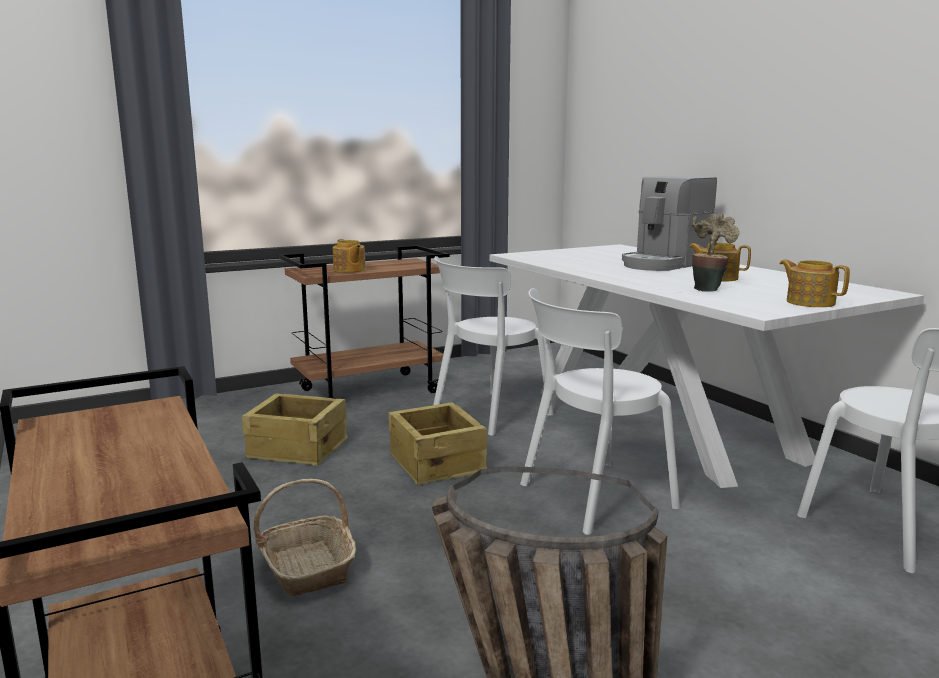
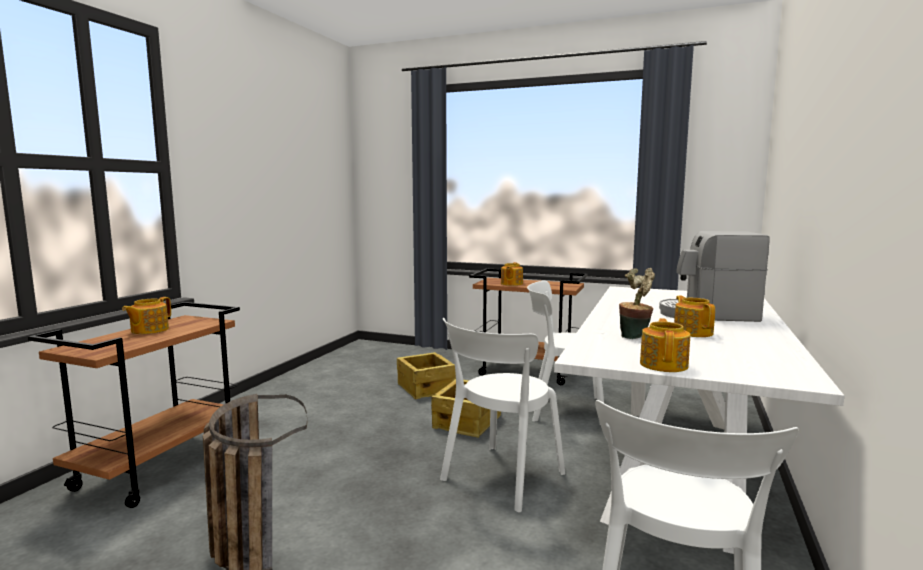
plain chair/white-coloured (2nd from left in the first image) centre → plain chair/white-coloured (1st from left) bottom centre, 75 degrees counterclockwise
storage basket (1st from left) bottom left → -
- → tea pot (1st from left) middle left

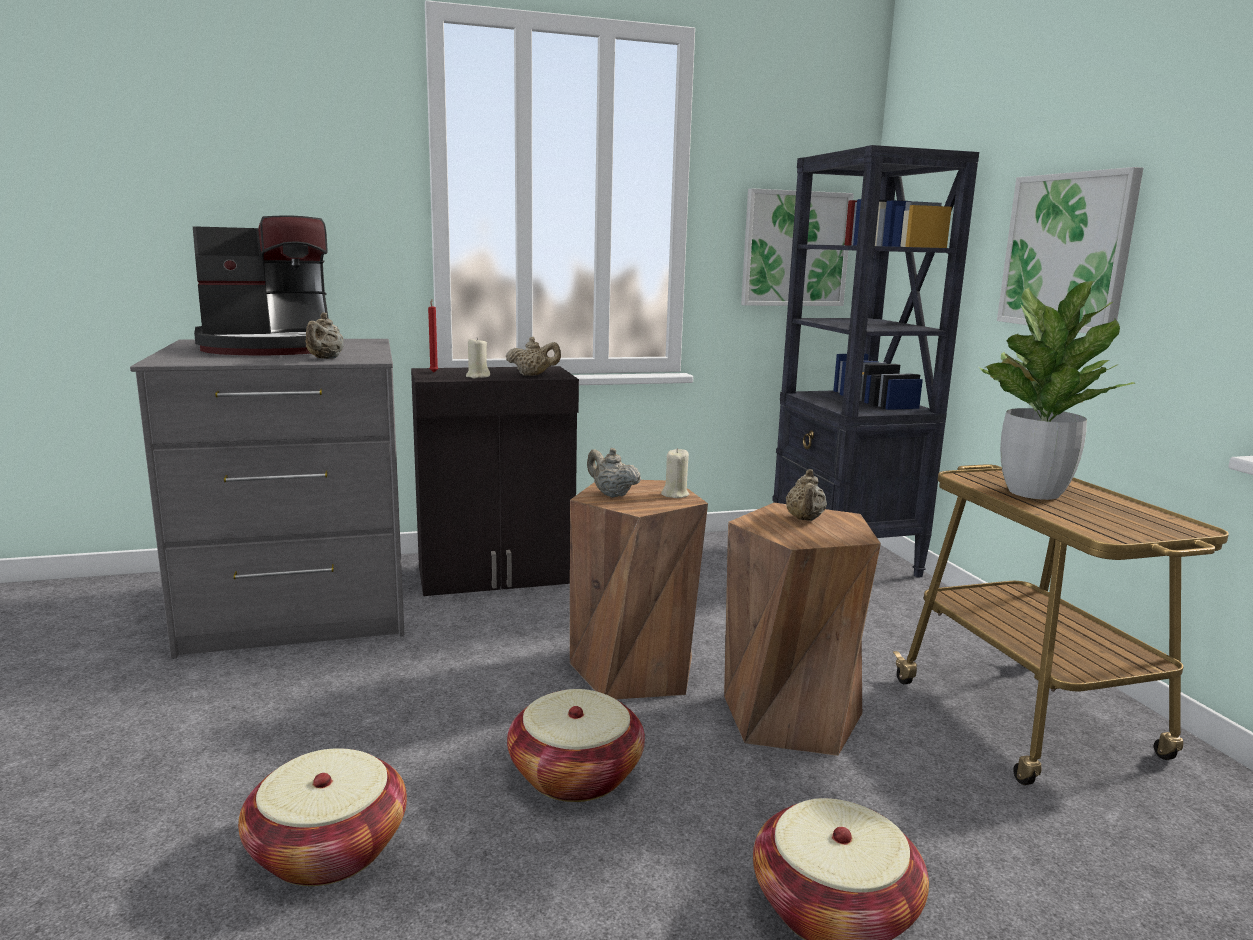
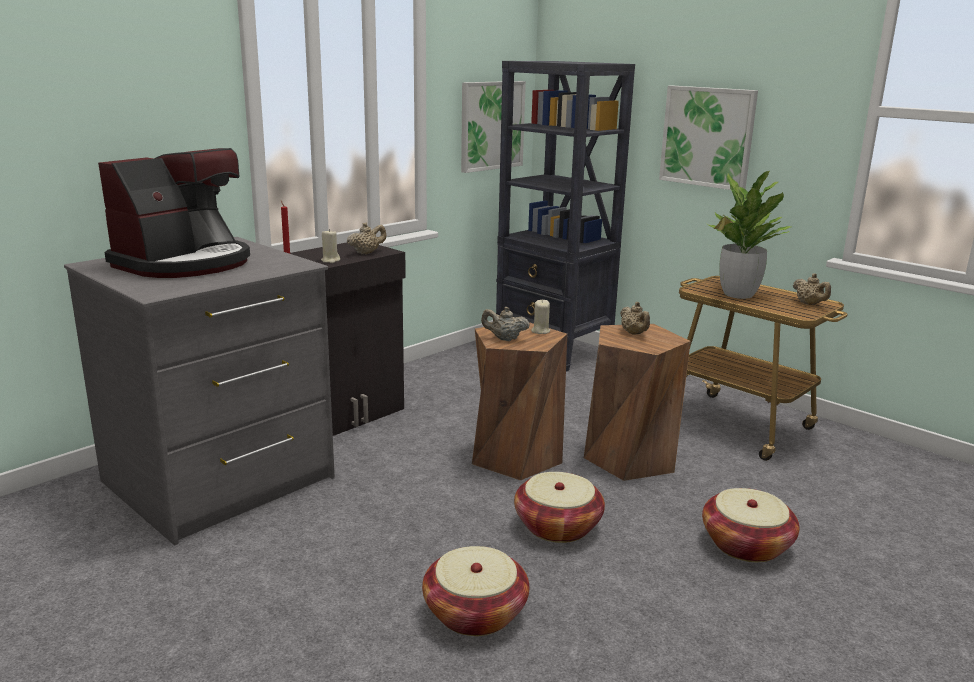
tea pot/beige (1st from left in the first image) middle left → tea pot/beige (4th from left) middle right, moved

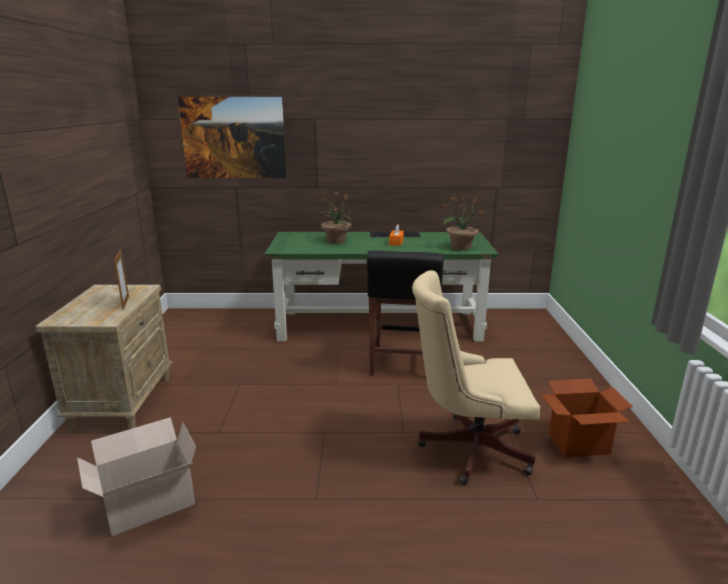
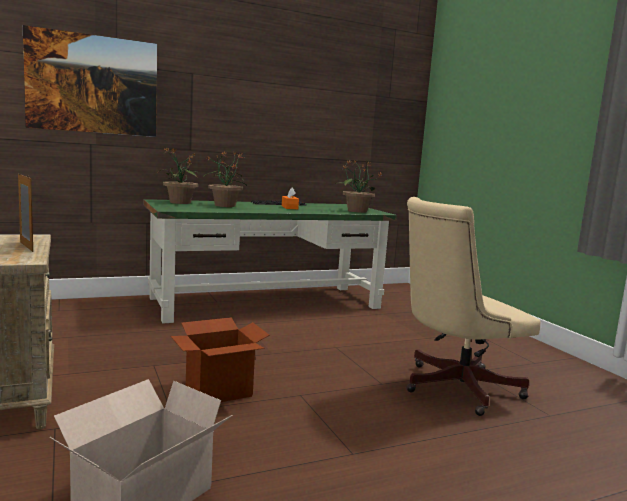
stool/black-coloured centre → -
cardboard box (2nd from left) bottom right → cardboard box (2nd from left) bottom centre, moved
- → potted plant (1st from left) middle left

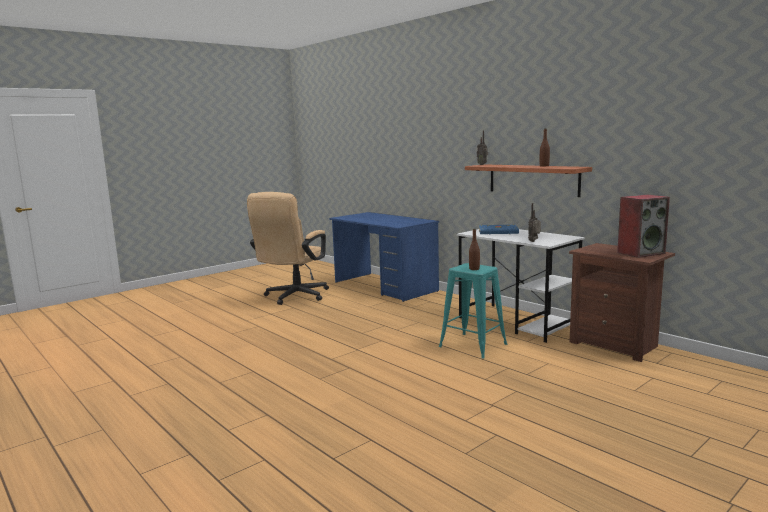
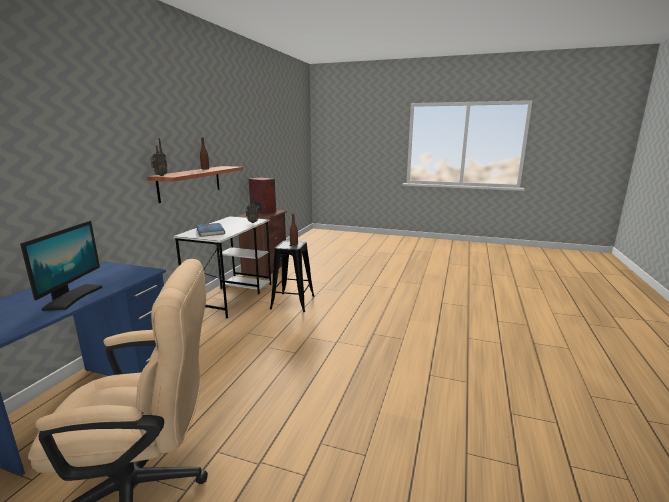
stool/turquoise-coloured centre → stool/black-coloured centre
- → monitor middle left

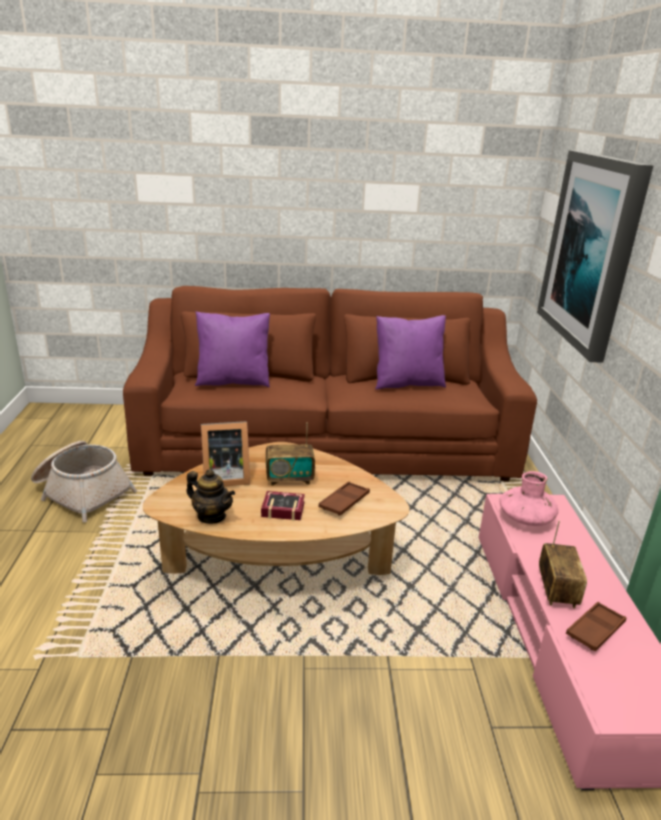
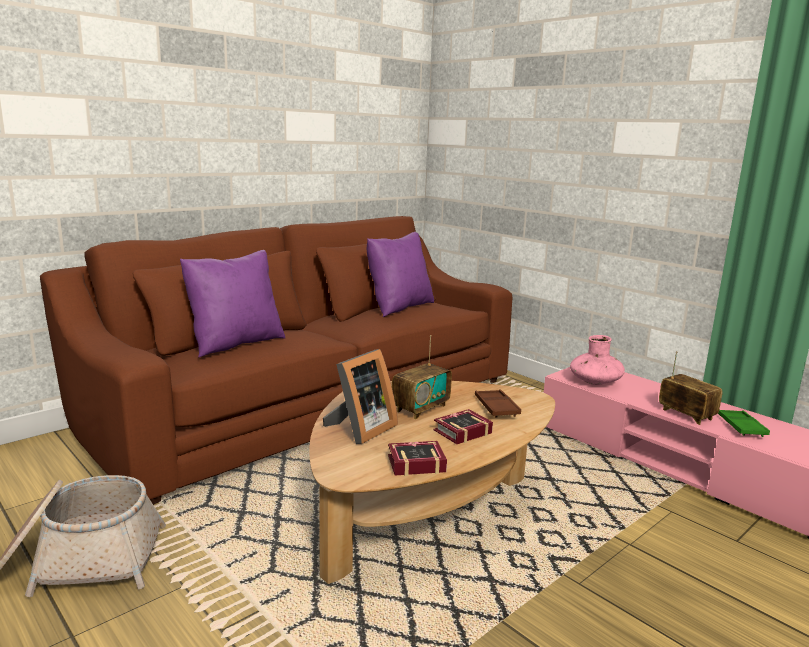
wall art top right → -
tea pot middle left → volume (1st from left) bottom centre
tray/brownish (2nd from left) bottom right → tray/green-coloured middle right

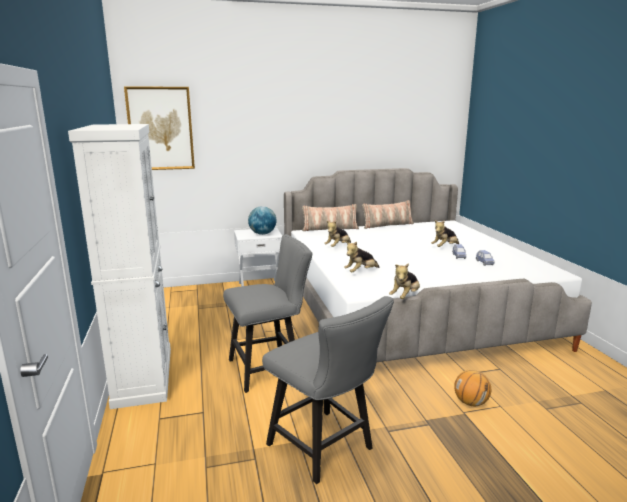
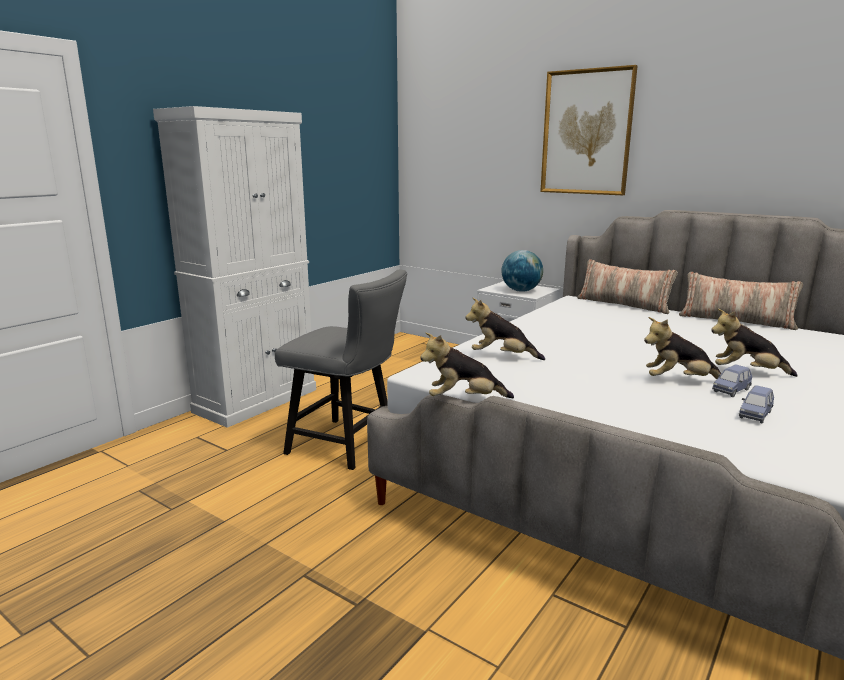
wall art top left → wall art top right, moved
cuddly toy (1st from left in the first image) centre → cuddly toy (3rd from left) middle right, moved
plain chair/greyish (2nd from left) bottom centre → -
basketball bottom right → -

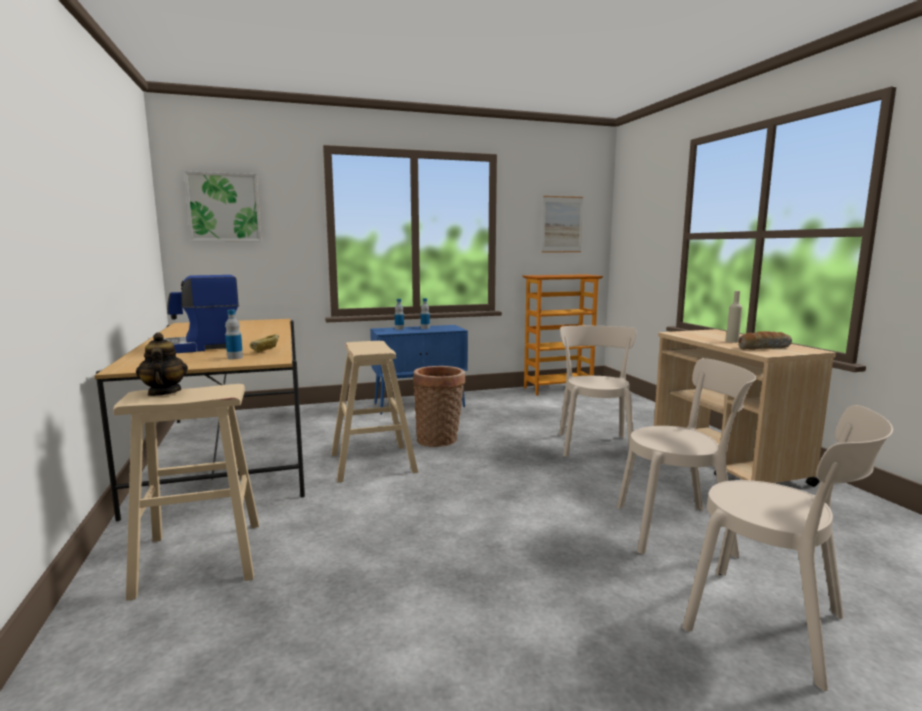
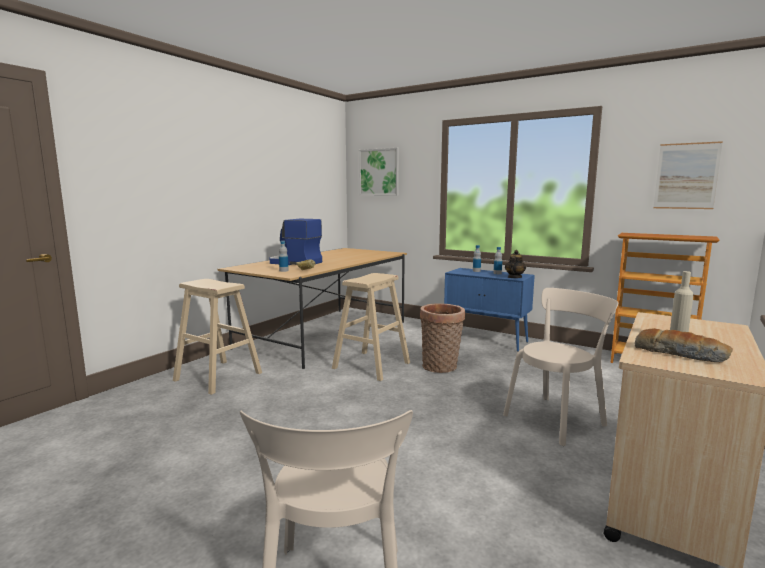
tea pot middle left → tea pot middle right, moved
plain chair/beige (2nd from left) middle right → -

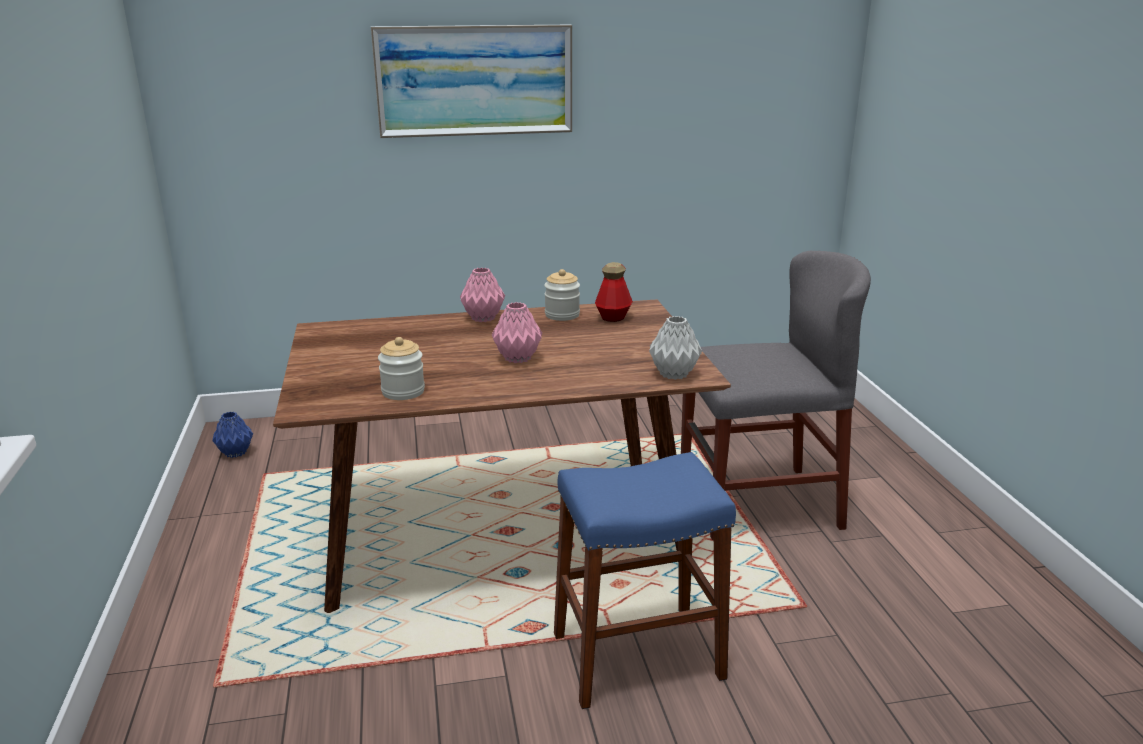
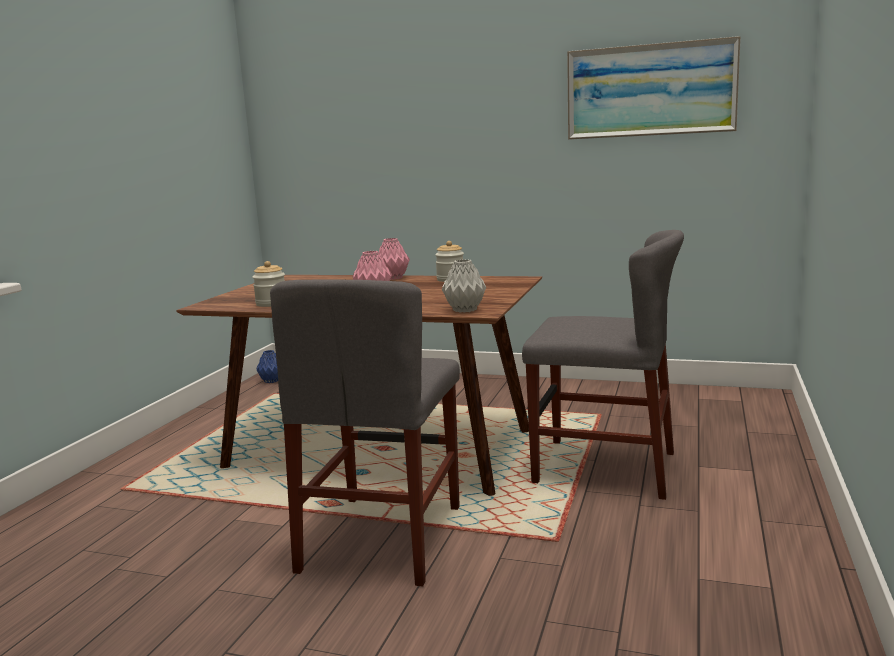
wall art top centre → wall art top right, moved
drink bottle centre → -
stool/blue-coloured bottom centre → plain chair/greyish (1st from left) centre

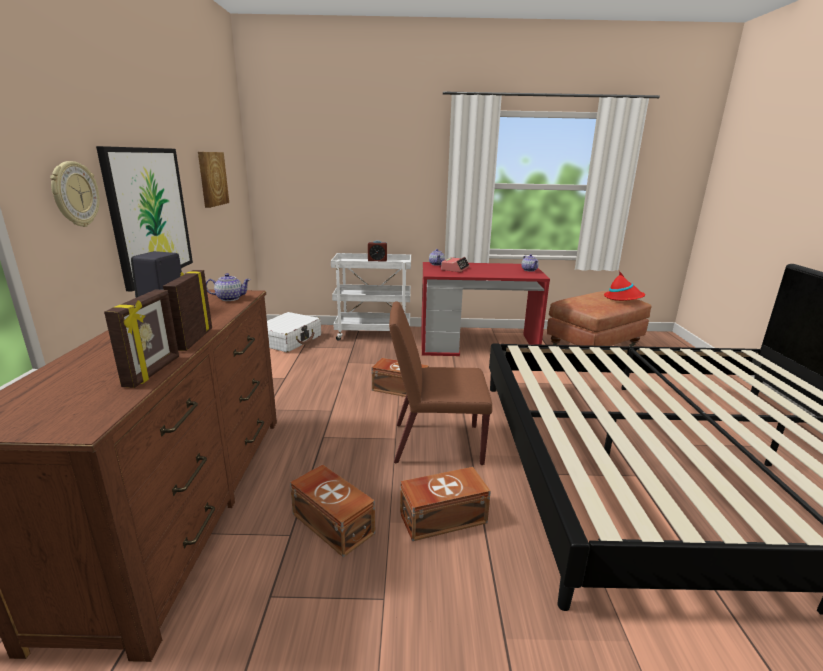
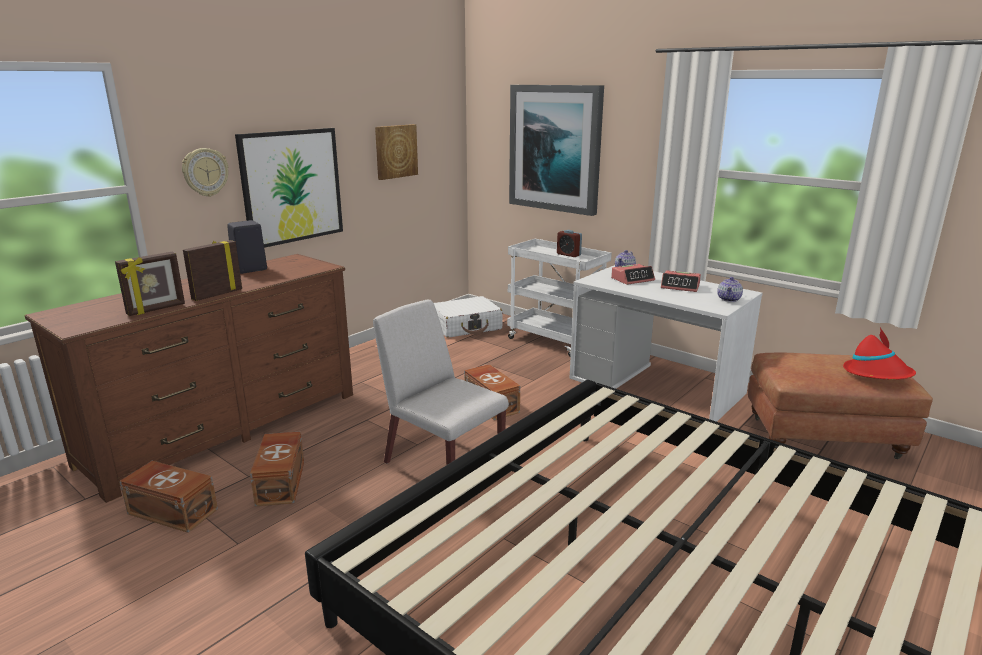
desk/reddish centre → desk/white-coloured middle right
tea pot (1st from left) middle left → -
plain chair/brownish centre → plain chair/white-coloured centre
storage box/brownish (3rd from left in the first image) bottom centre → storage box/brownish (1st from left) bottom left, moved
- → wall art (3rd from left) top centre
- → alarm clock (3rd from left) middle right

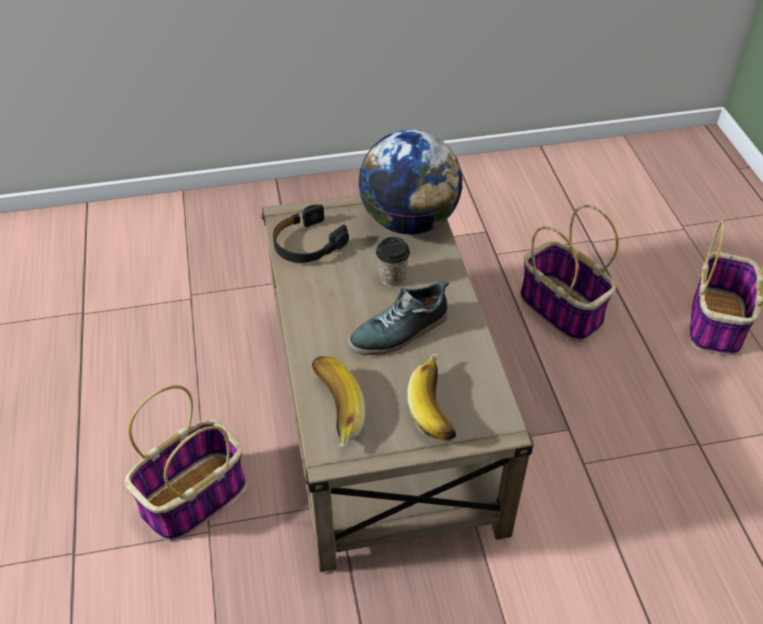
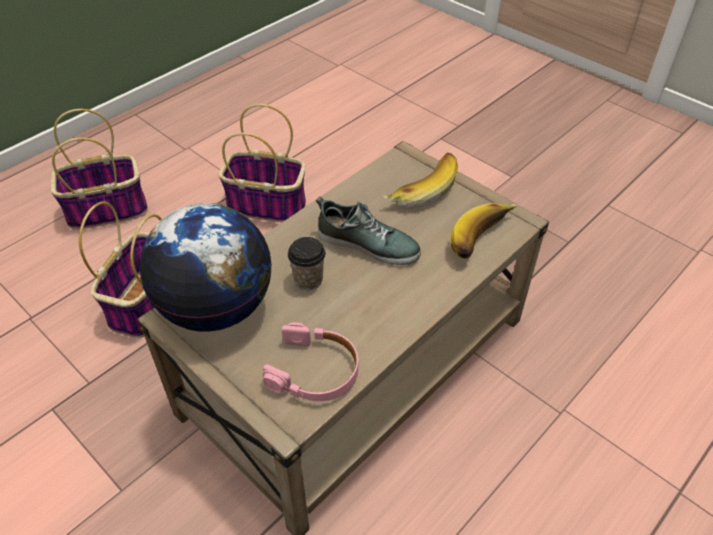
headphones/black-coloured centre → headphones/pink-coloured bottom centre
storage basket (1st from left in the first image) bottom left → storage basket (3rd from left) top centre, moved

